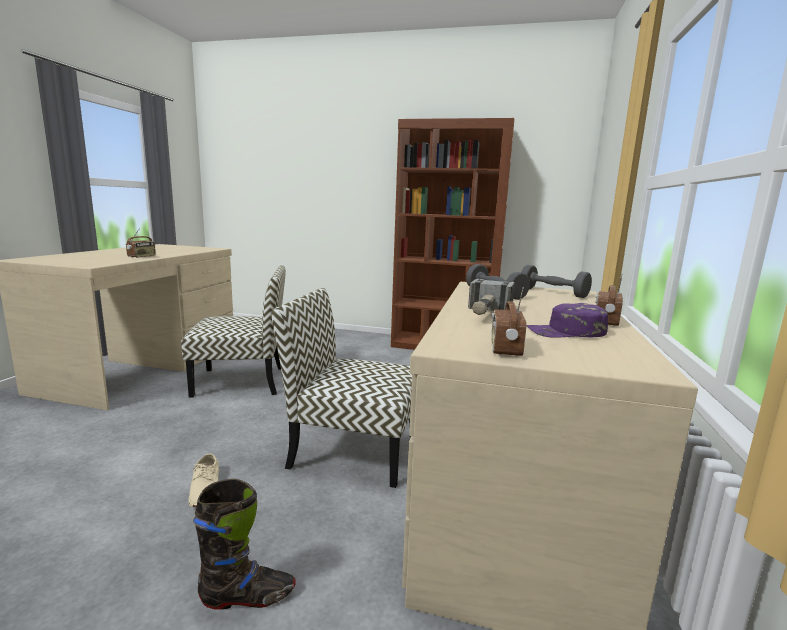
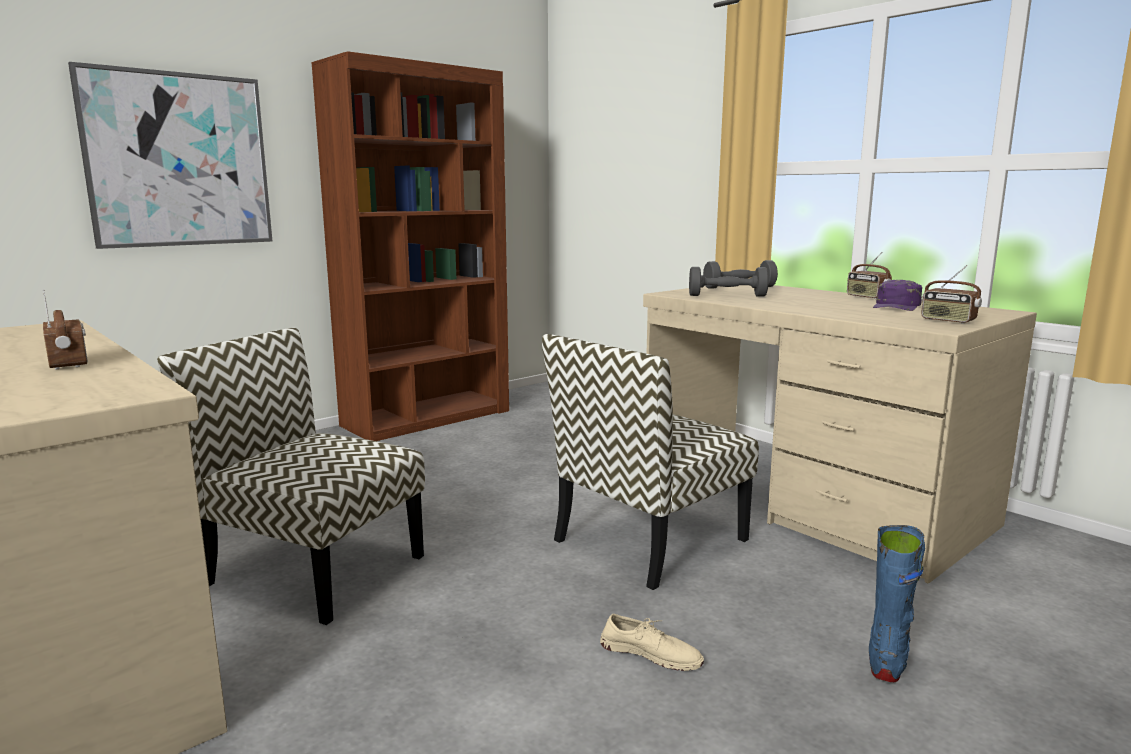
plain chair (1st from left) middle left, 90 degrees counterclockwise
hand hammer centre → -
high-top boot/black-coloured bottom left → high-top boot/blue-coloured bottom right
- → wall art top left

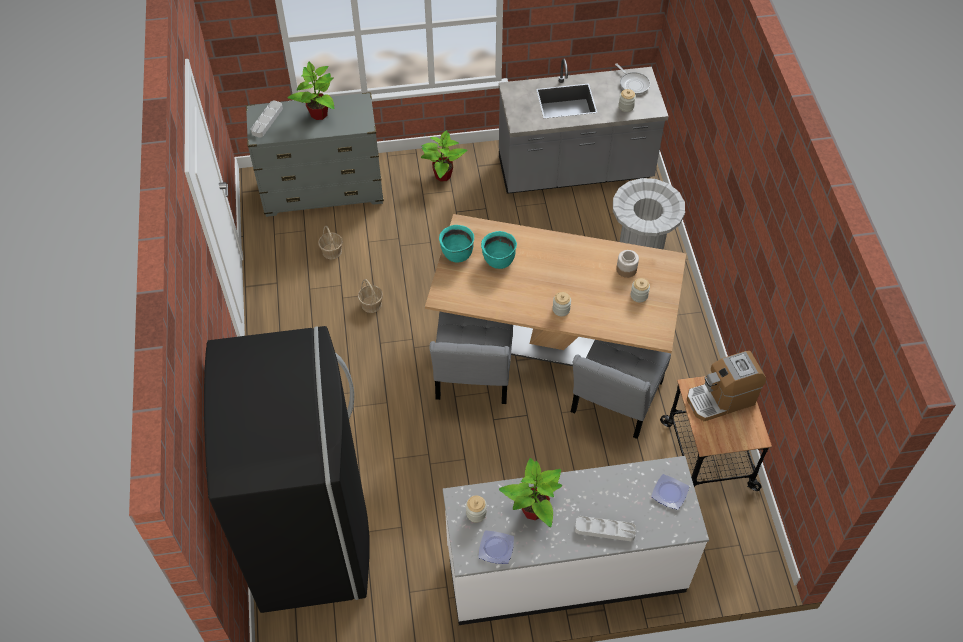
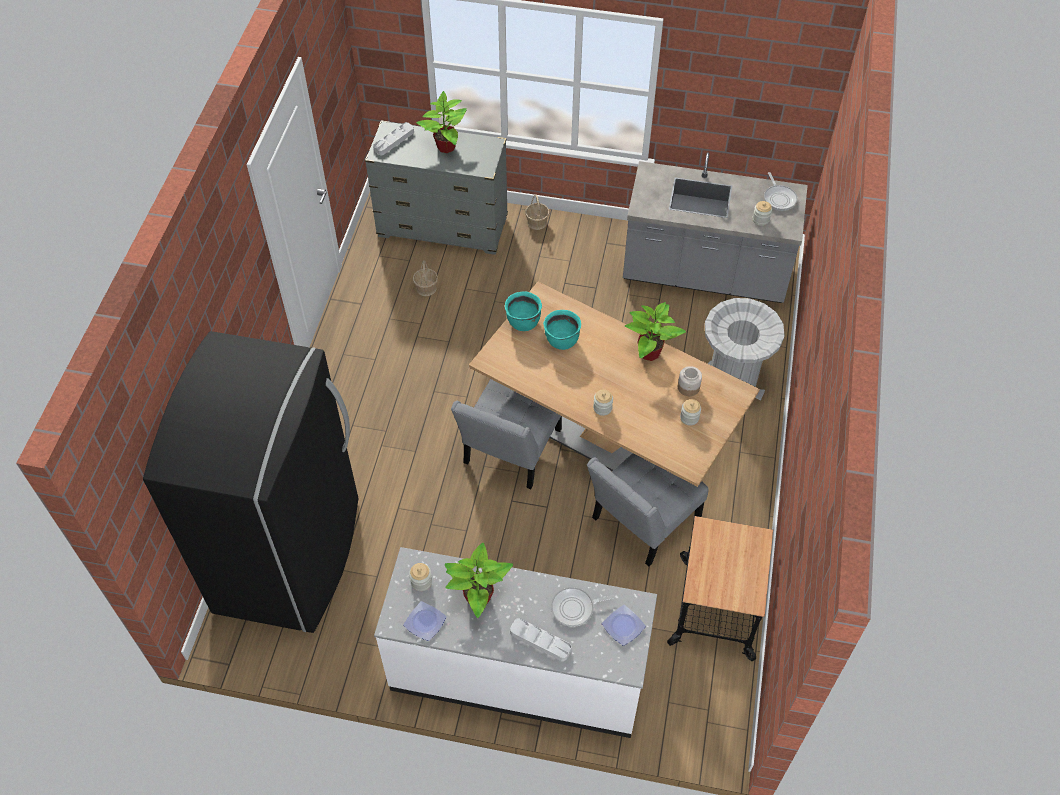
potted plant (2nd from left in the first image) top centre → potted plant (3rd from left) centre, moved
storage basket (2nd from left) centre → storage basket (2nd from left) top centre, moved
coffee maker middle right → -
- → pan (1st from left) bottom centre

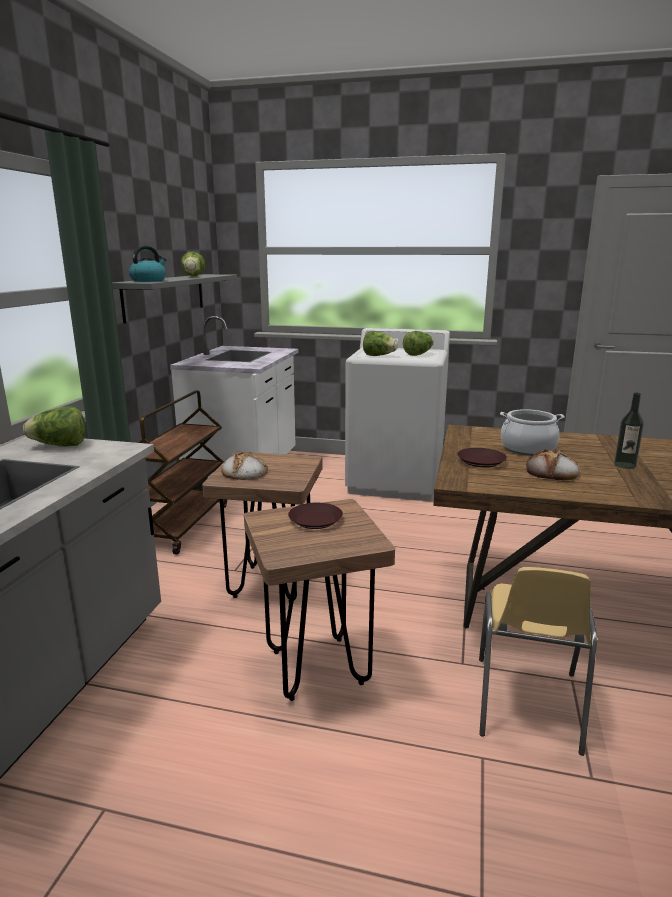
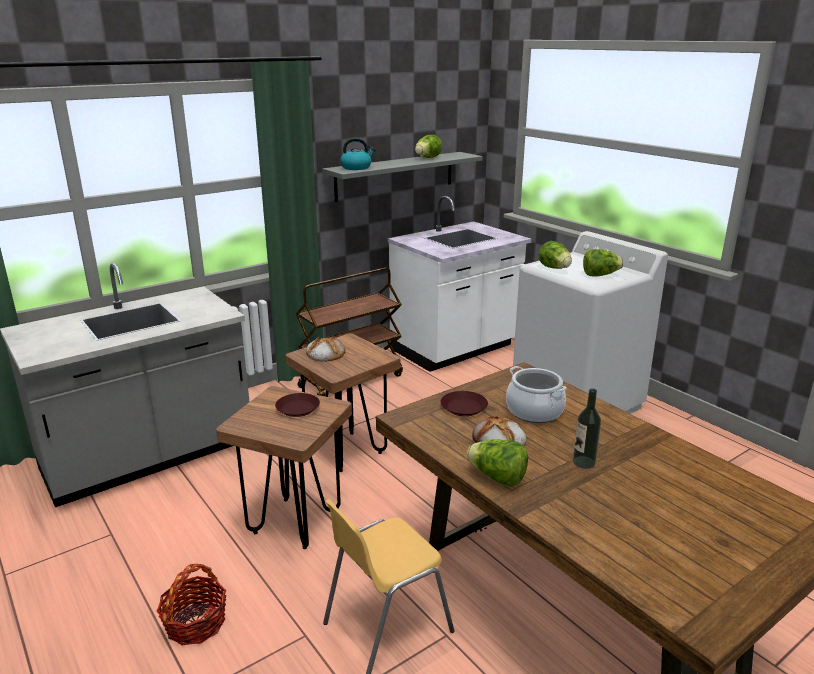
lettuce head (1st from left in the first image) middle left → lettuce head (2nd from left) bottom centre, moved
- → storage basket bottom left

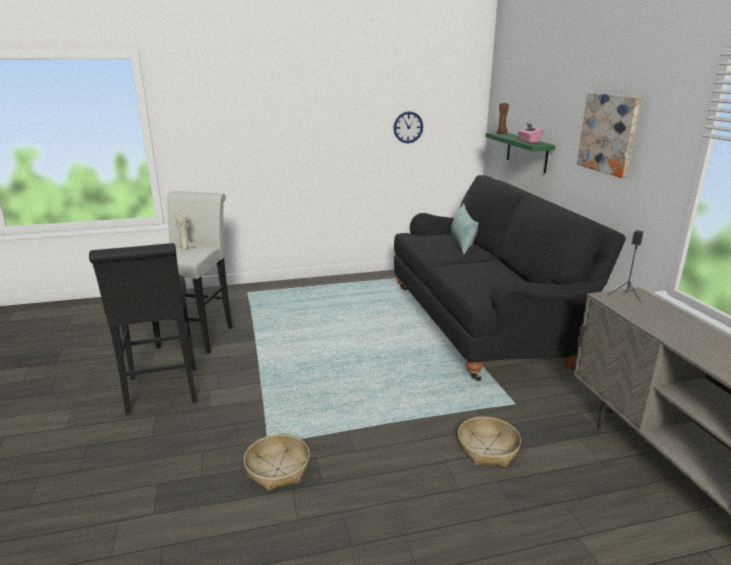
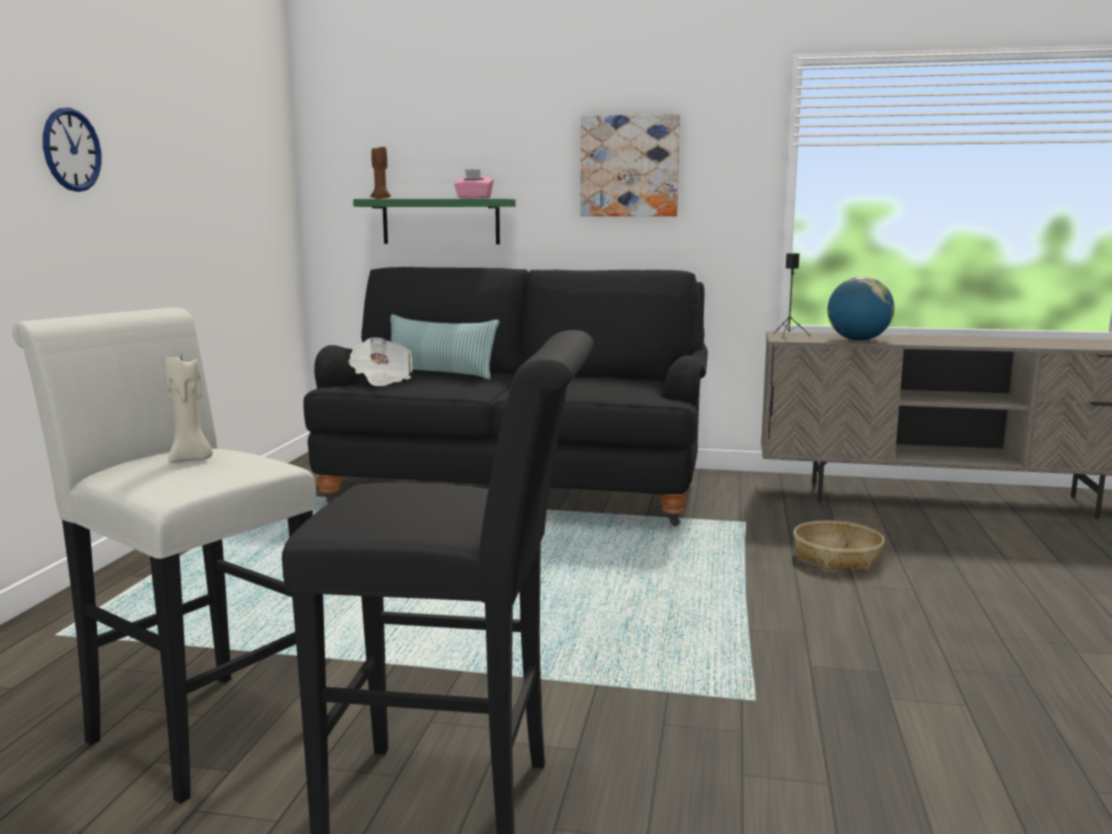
wall clock top centre → wall clock top left, moved
storage basket (1st from left) bottom centre → -
- → globe middle right
- → printed paper centre

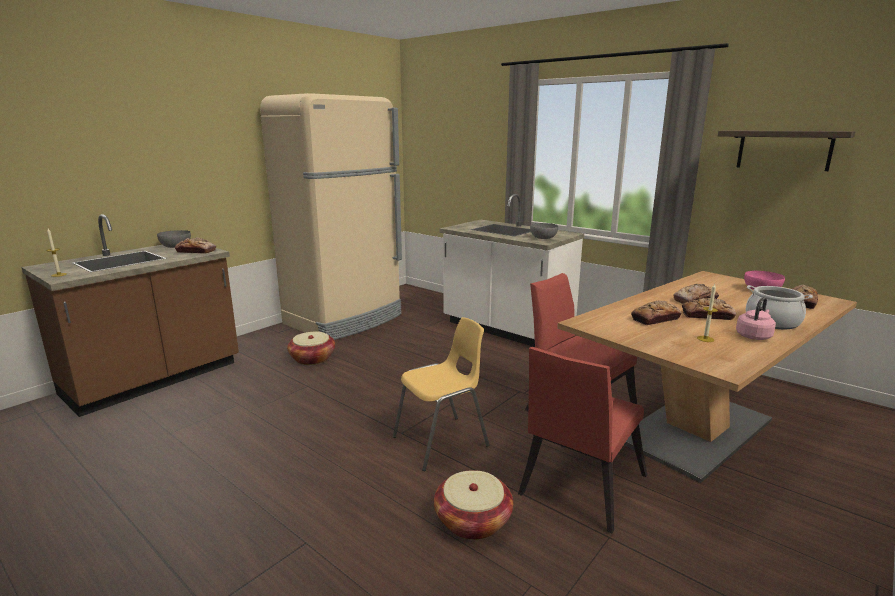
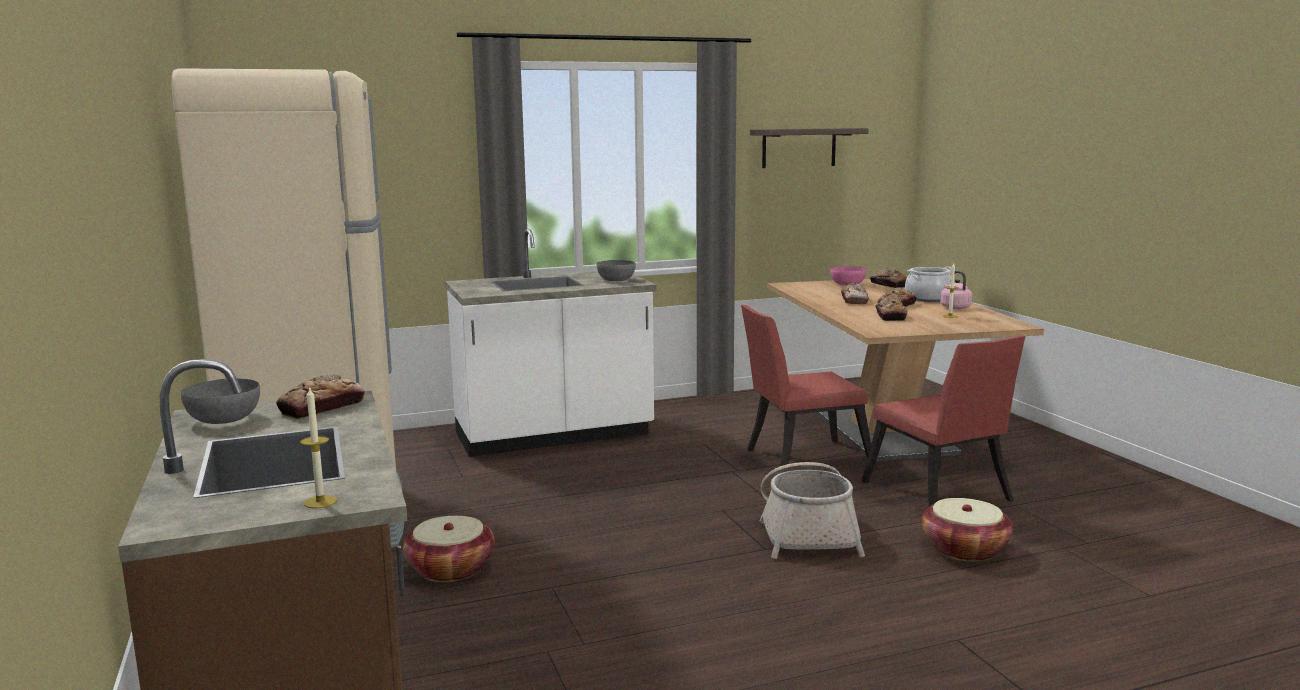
plain chair/yellowish centre → storage basket (2nd from left) bottom centre

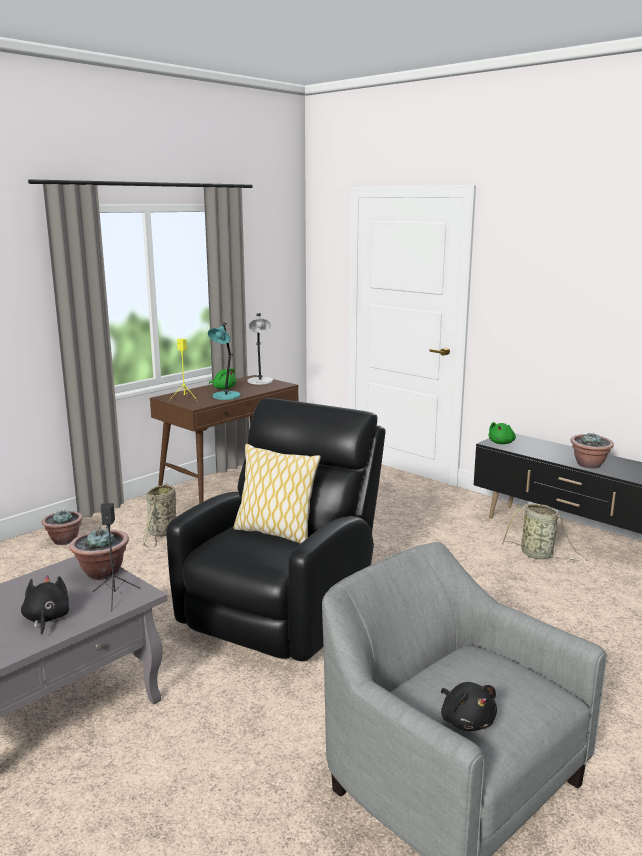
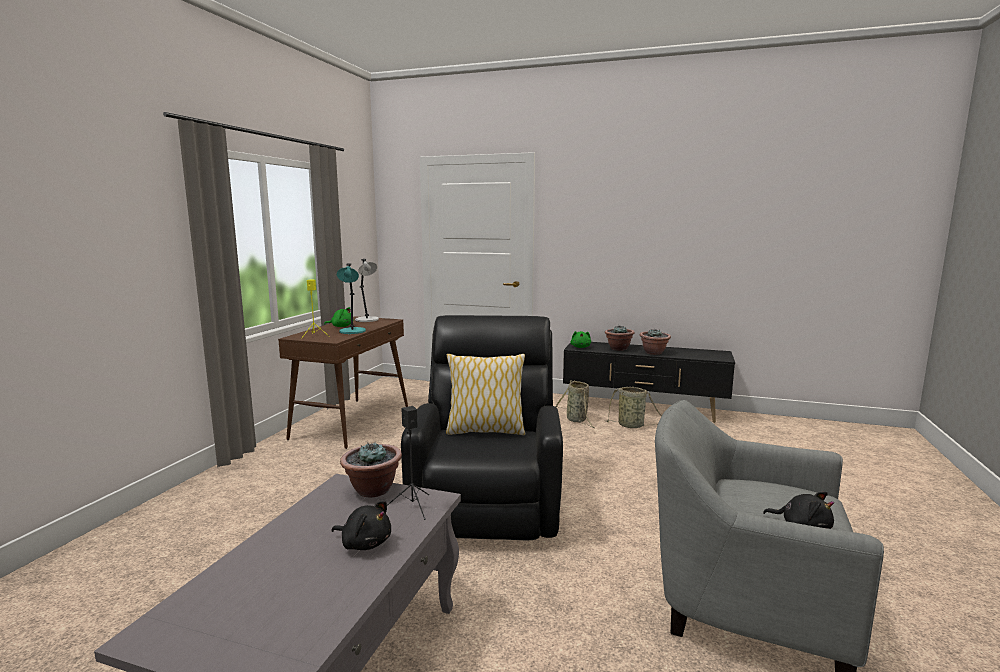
storage basket (1st from left) middle left → storage basket (1st from left) centre, moved
potted plant (1st from left in the first image) middle left → potted plant (2nd from left) centre, moved
cuddly toy/black-coloured (1st from left) bottom left → cuddly toy/black-coloured (1st from left) bottom centre, 150 degrees clockwise

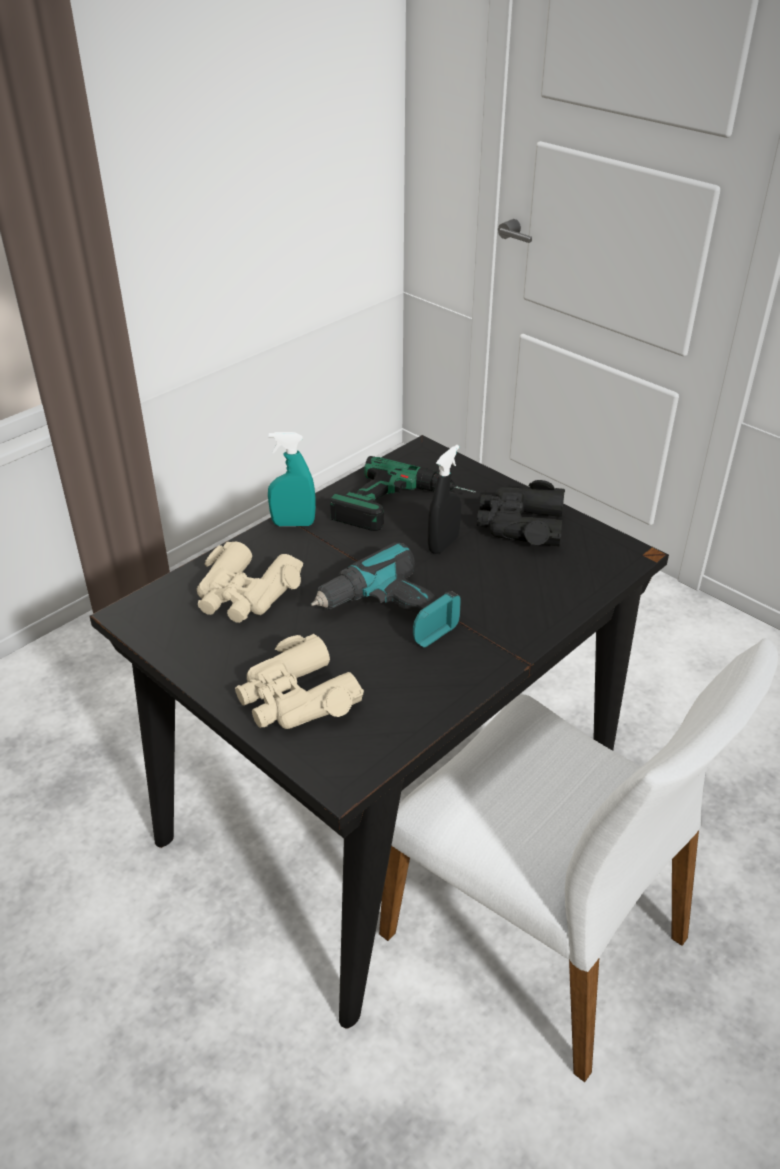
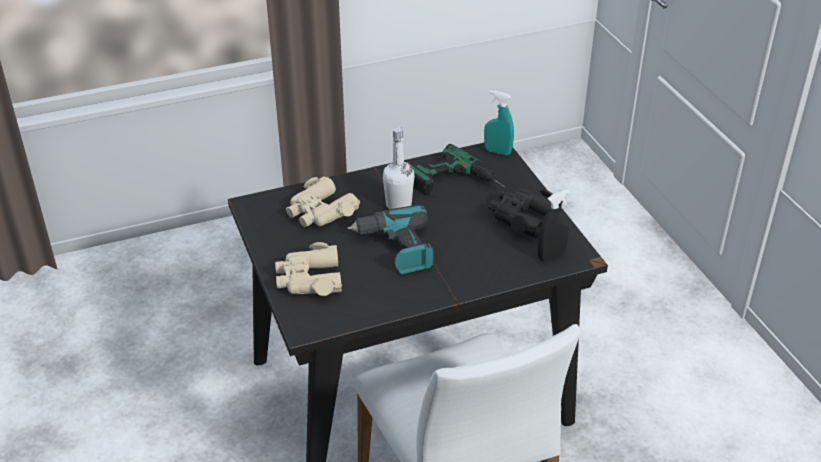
sprayer/turquoise-coloured centre → sprayer/turquoise-coloured top centre, moved
sprayer/black-coloured centre → sprayer/black-coloured middle right, moved
- → drink bottle/white-coloured centre

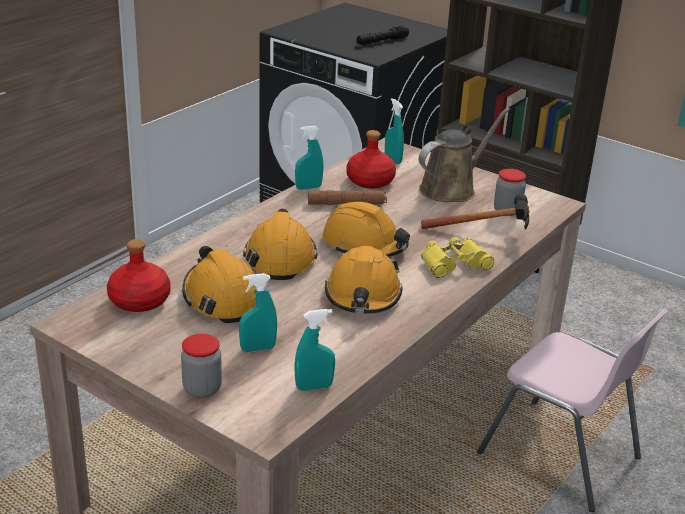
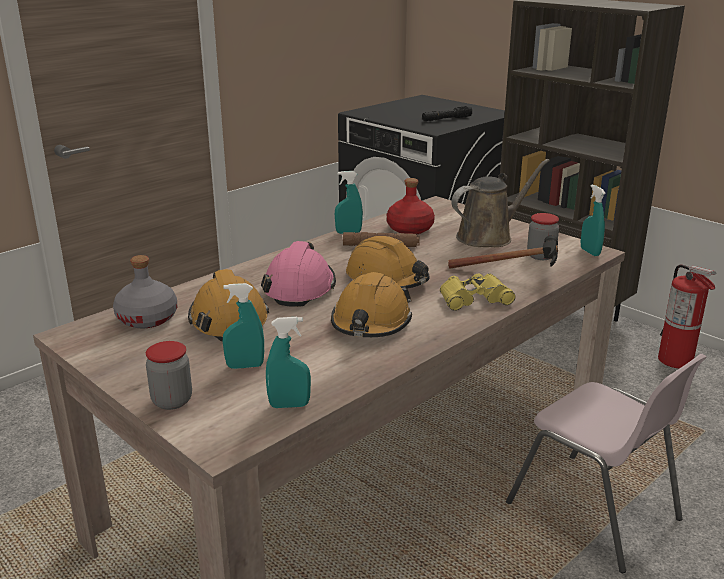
sprayer/turquoise-coloured (4th from left) top centre → sprayer/turquoise-coloured (4th from left) middle right, moved
safety helmet/orange (2nd from left) centre → safety helmet/pink-coloured centre
drink bottle/reddish (1st from left) middle left → drink bottle/greyish middle left
- → fire extinguisher middle right

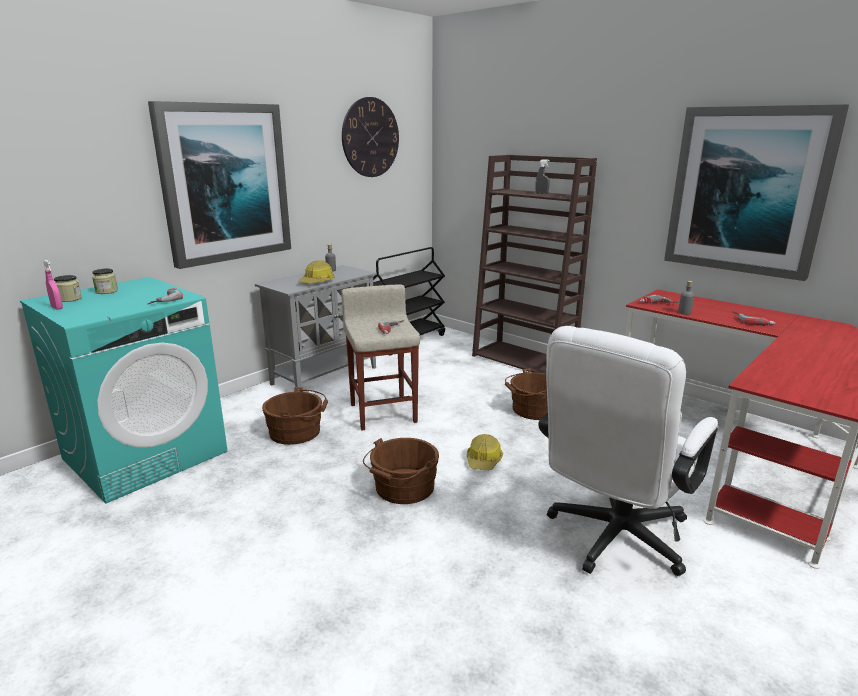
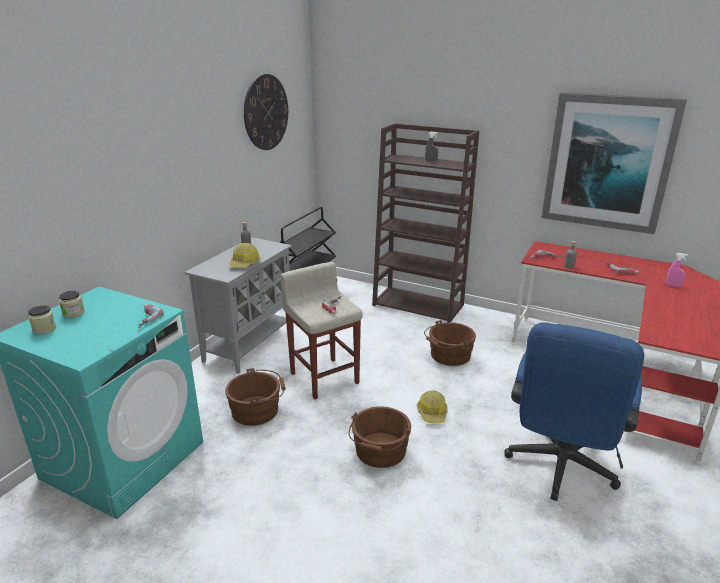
wall art (1st from left) top left → -
sprayer/pink-coloured middle left → sprayer/pink-coloured middle right, moved
office chair/white-coloured middle right → office chair/blue-coloured bottom right

